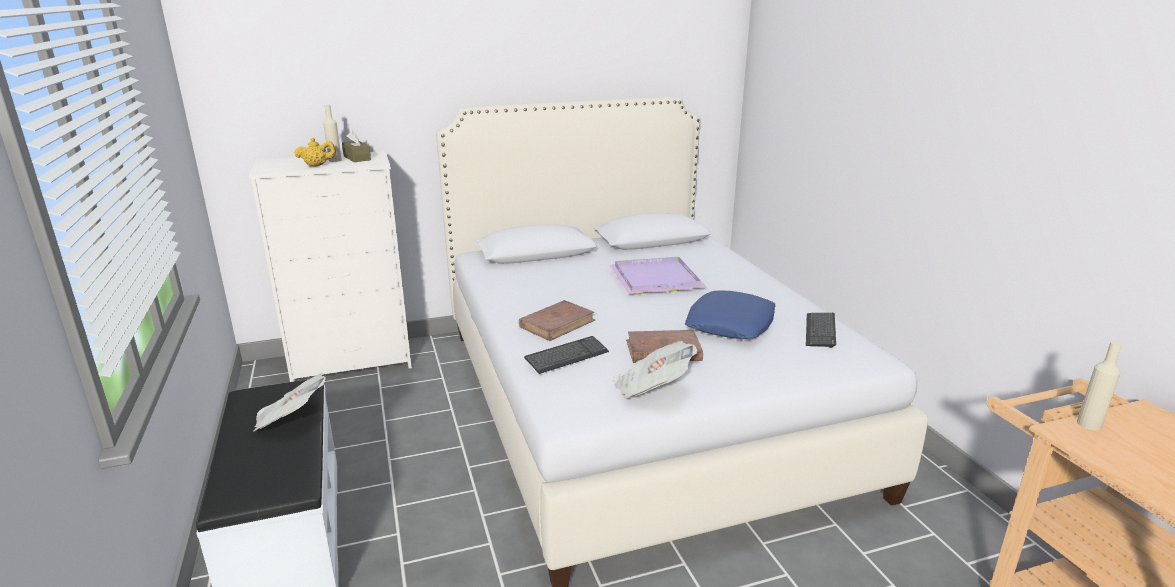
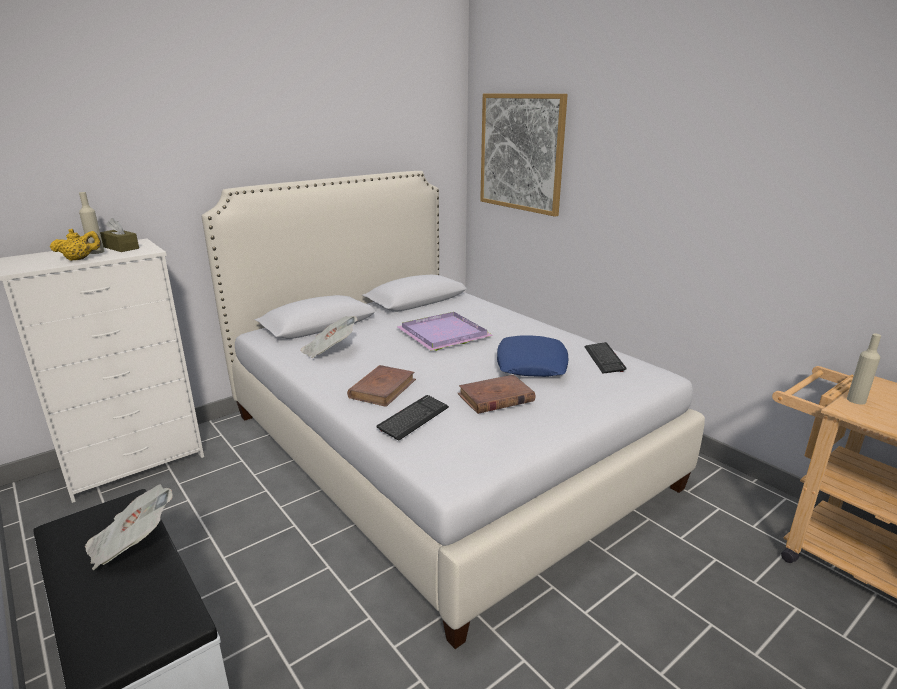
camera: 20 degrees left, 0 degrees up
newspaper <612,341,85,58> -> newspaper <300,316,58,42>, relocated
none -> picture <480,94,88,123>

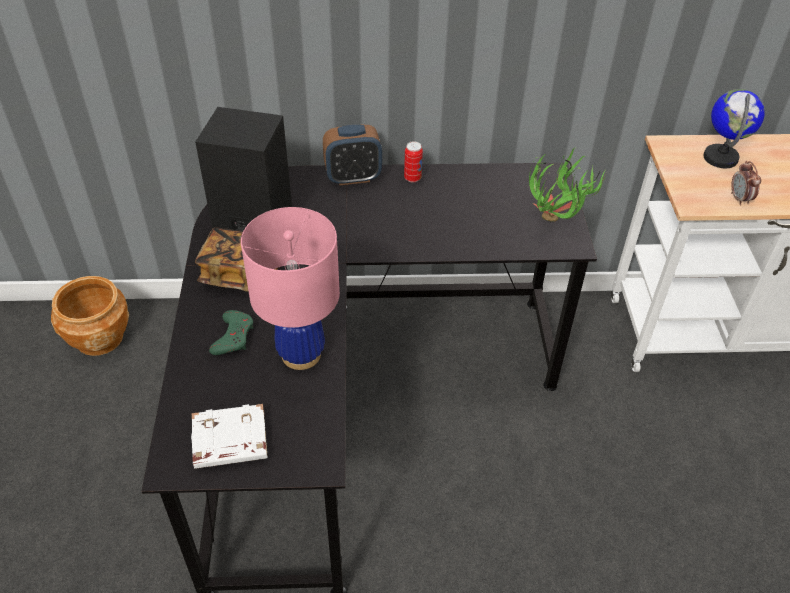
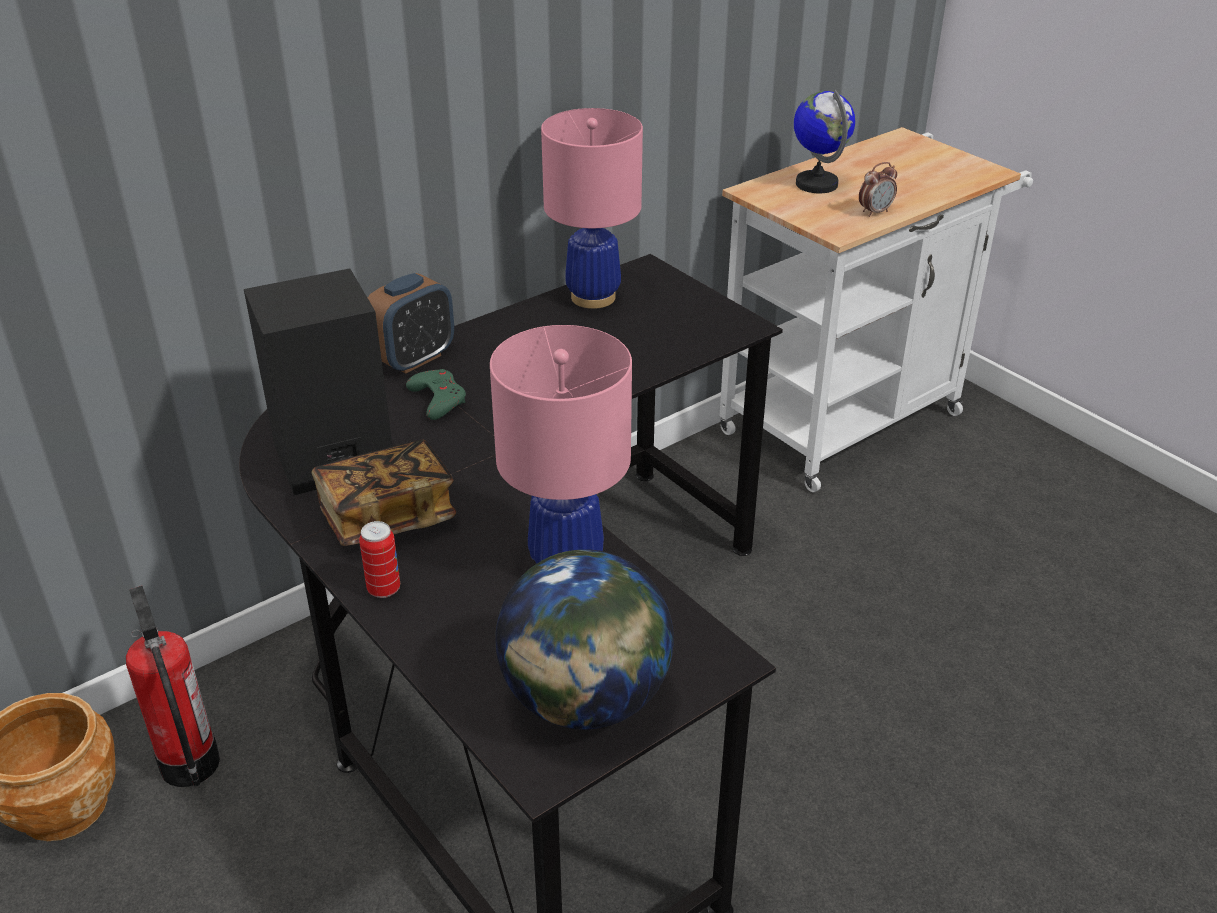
camera: 35 degrees left, 10 degrees down
none -> fire extinguisher <126,586,94,201>
can <404,141,19,41> -> can <359,521,41,77>, relocated
game controller in green <209,310,44,45> -> game controller in green <406,369,60,51>, relocated
book in white <191,404,77,65> -> globe <495,549,179,181>
none -> table lamp in pink <541,108,102,201>
alarm clock <731,161,30,45> -> alarm clock <859,162,38,55>, 75 degrees counterclockwise
potted plant <529,148,78,74> -> none

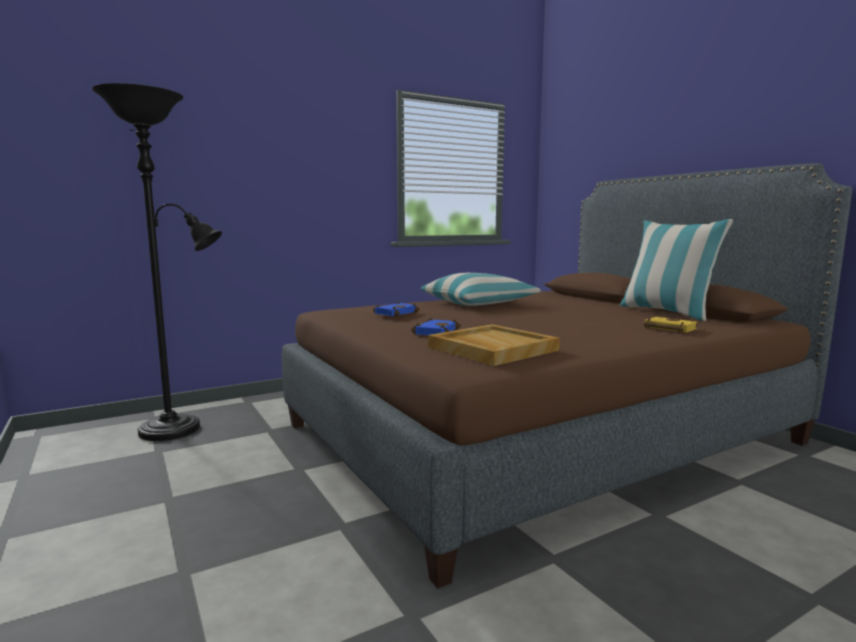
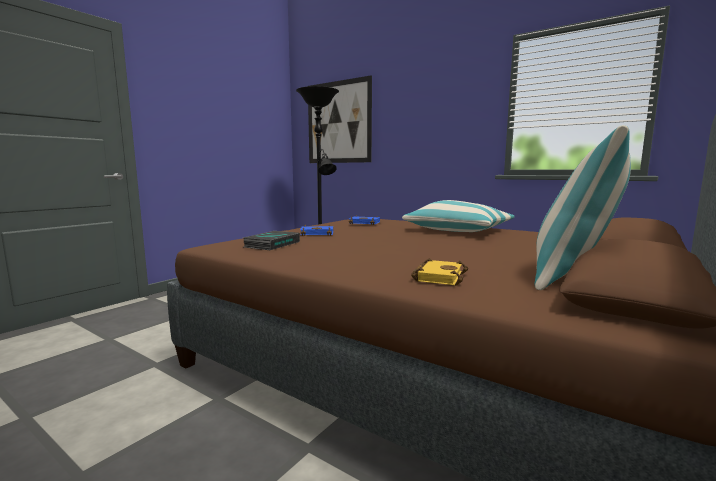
camera: 65 degrees right, 0 degrees up
tray in beige <428,324,132,42> -> book <243,231,57,19>
none -> picture <308,75,64,88>

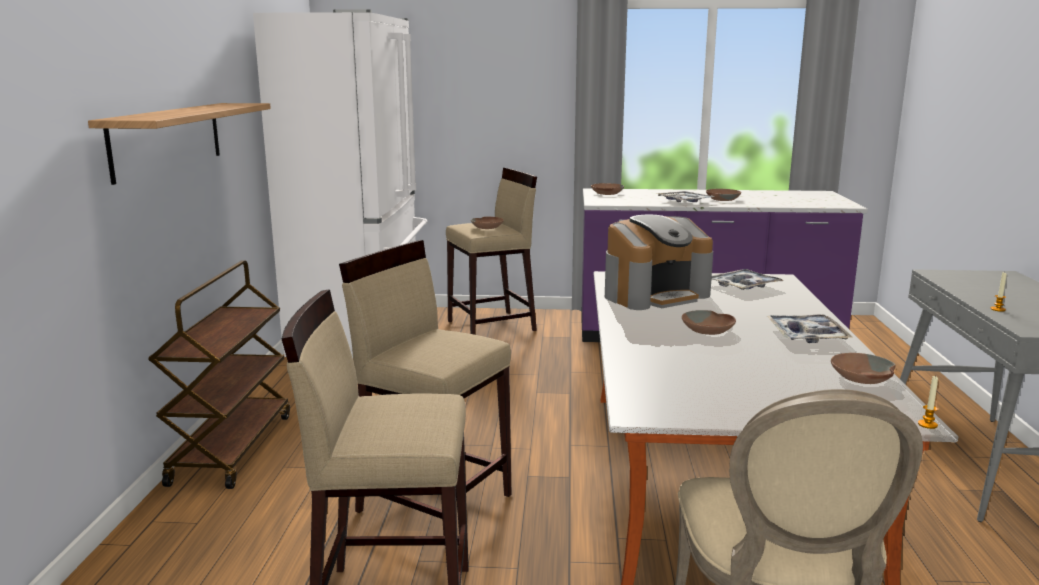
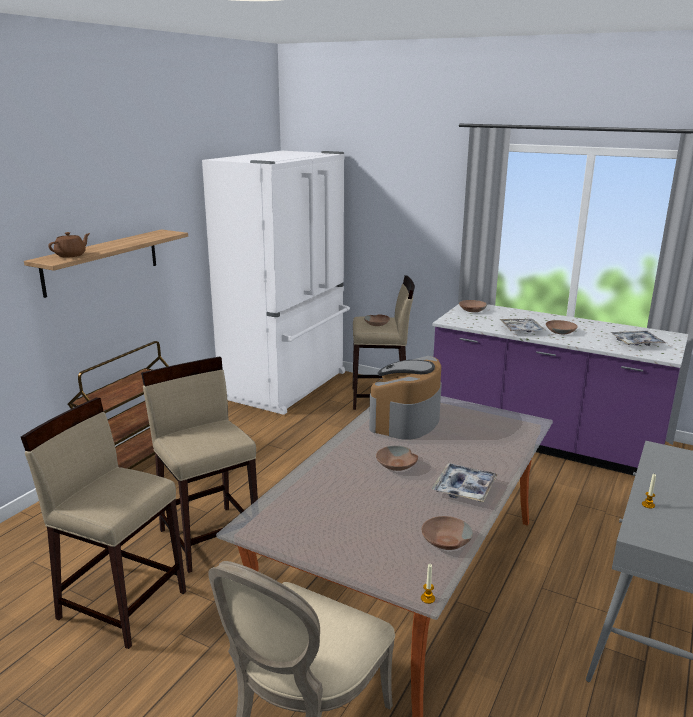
camera: 25 degrees right, 5 degrees up
none -> teapot in brown <48,232,42,25>
coffee machine <605,215,108,95> -> coffee machine <369,356,73,84>, 120 degrees clockwise
tray <712,269,71,21> -> tray <611,331,55,15>, relocated

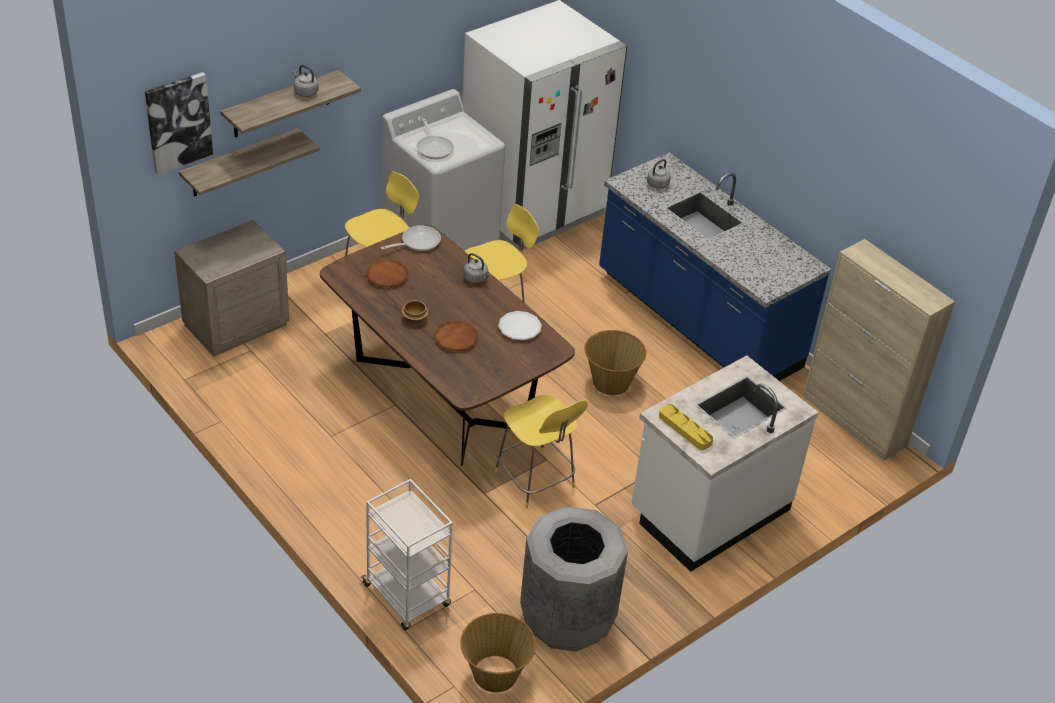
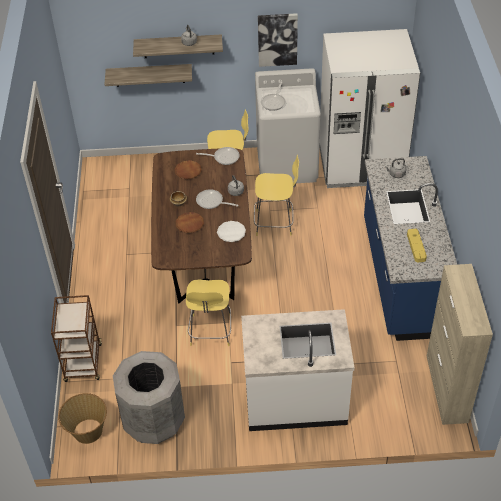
camera: 40 degrees right, 5 degrees up
cart in white <360,479,93,151> -> cart in brown <51,295,51,87>
none -> frying pan <196,189,42,20>
picture <145,72,68,103> -> picture <258,13,40,54>, relocated
tray in yellow <659,404,54,46> -> tray in yellow <407,229,20,33>, relocated
nightstand in beige <174,220,115,137> -> none
basket <584,330,62,66> -> none

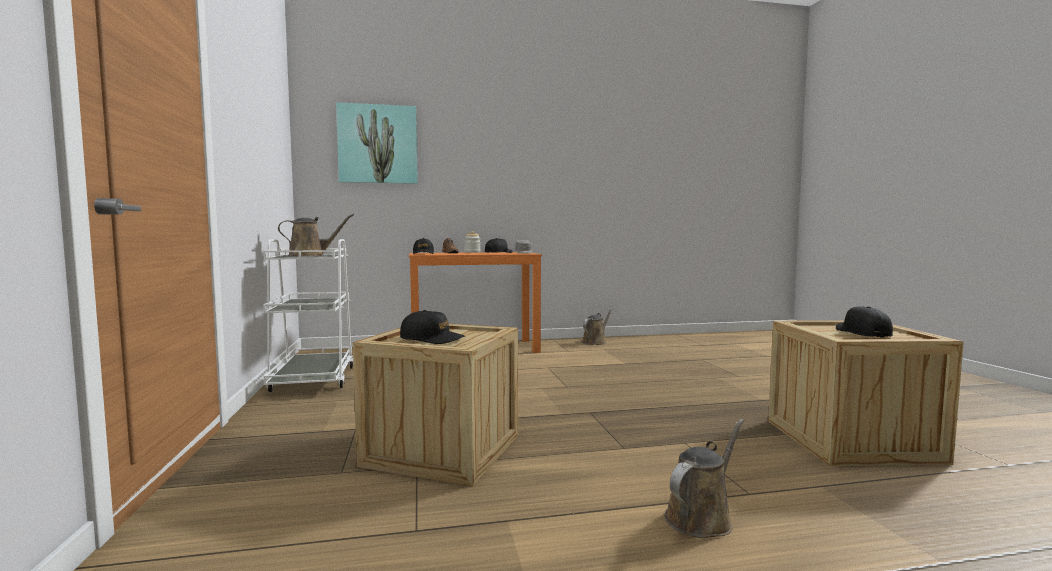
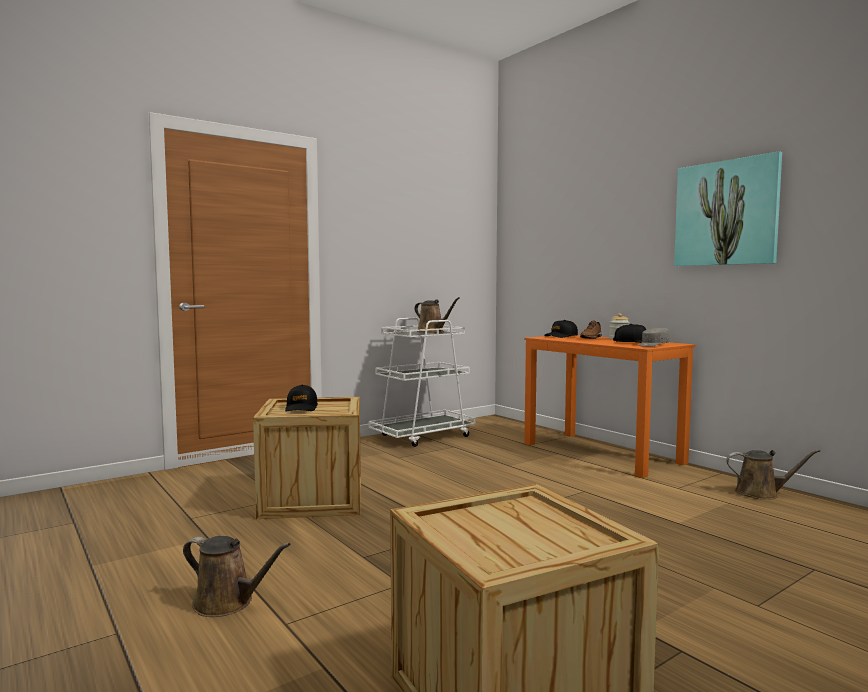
camera: 65 degrees right, 0 degrees up
picture <336,102,82,82> -> picture <674,151,108,115>, relocated
cap in black <836,307,57,30> -> none

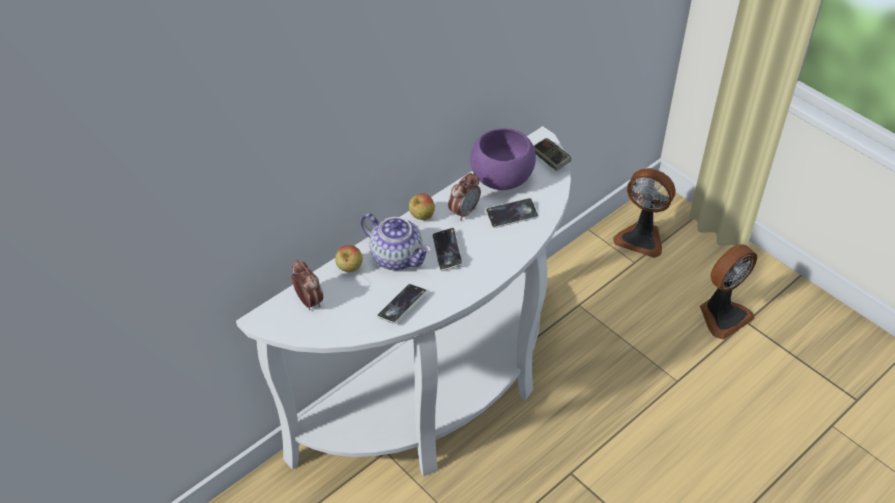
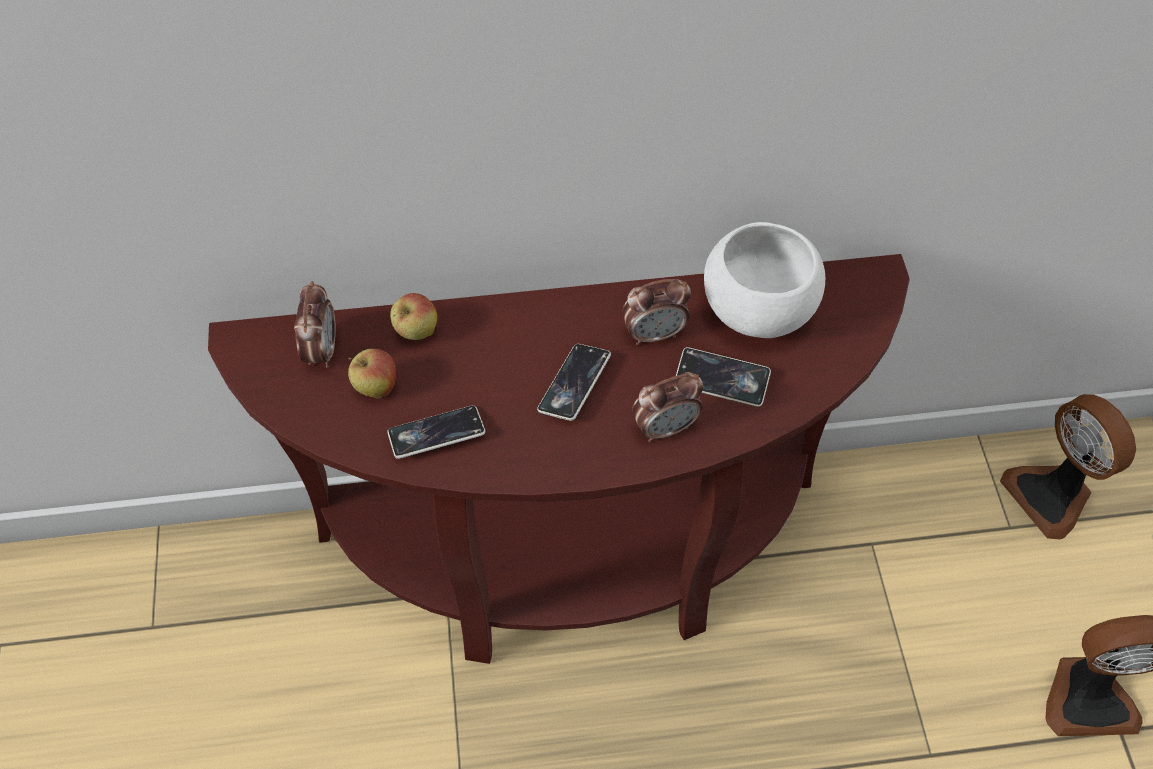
camera: 35 degrees right, 10 degrees up
console table in white <236,126,335,351> -> console table in brown <208,254,702,410>
apple <409,193,26,27> -> apple <348,349,48,49>, relocated
none -> alarm clock <632,372,71,70>
bowl in purple <470,128,66,62> -> bowl in white <704,222,121,116>
teapot <360,213,71,57> -> none
game controller <534,138,37,33> -> none

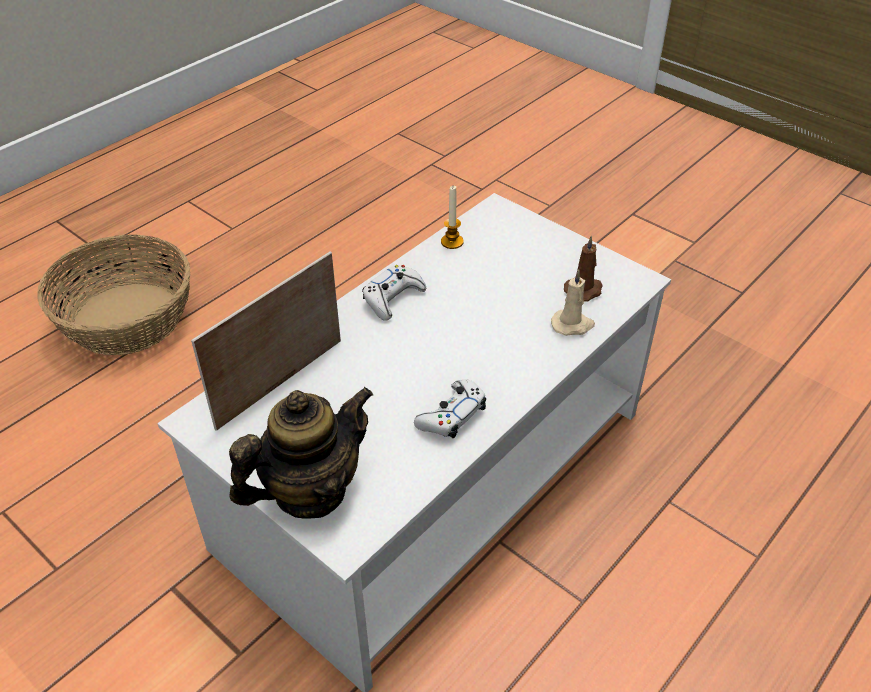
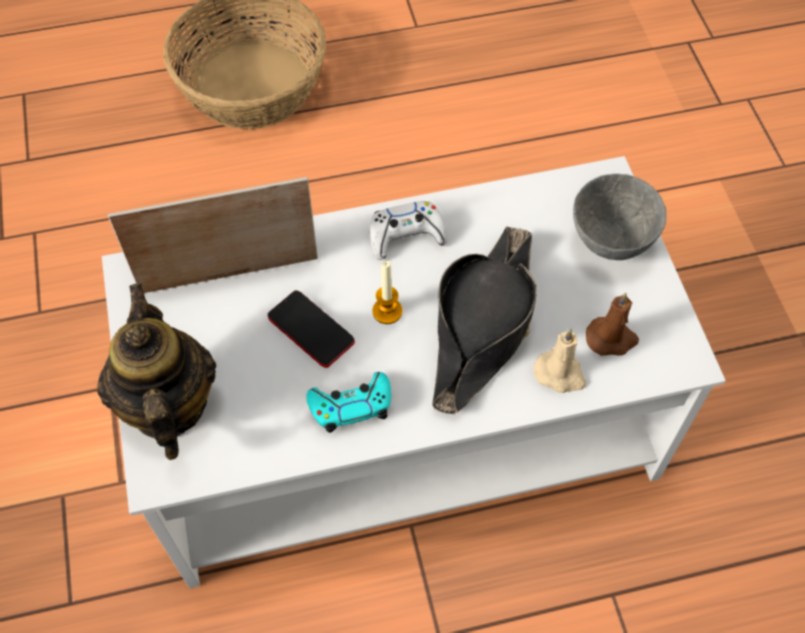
camera: 35 degrees right, 15 degrees up
teapot <229,387,144,132> -> teapot <97,283,120,177>, 105 degrees counterclockwise
none -> phone <267,290,88,78>
game controller in white <414,379,72,60> -> game controller in turquoise <306,372,85,61>
candle <441,186,23,63> -> candle <373,261,29,63>, relocated
none -> hat in black <432,227,105,187>
none -> bowl in grey <573,174,93,86>

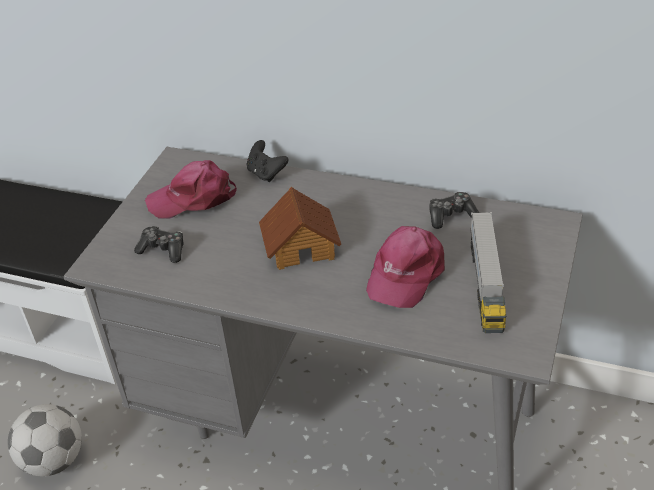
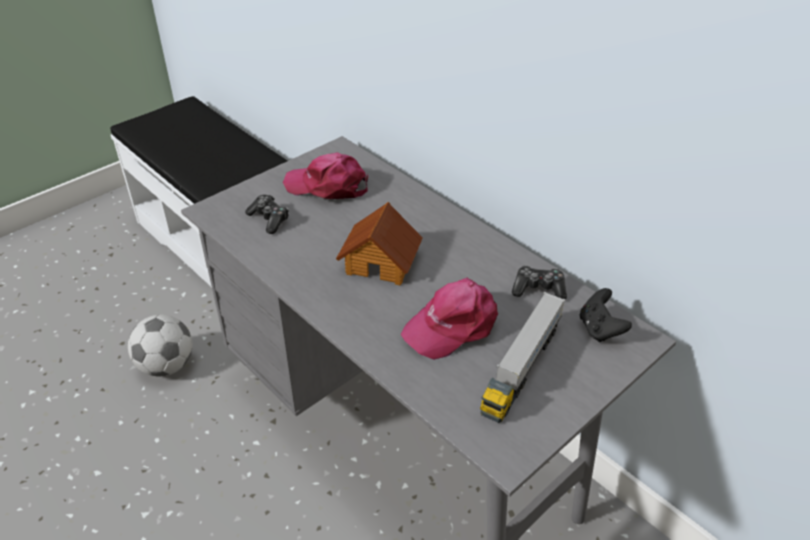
camera: 25 degrees right, 0 degrees up
game controller in black <247,140,41,42> -> game controller in black <580,288,52,54>, relocated

